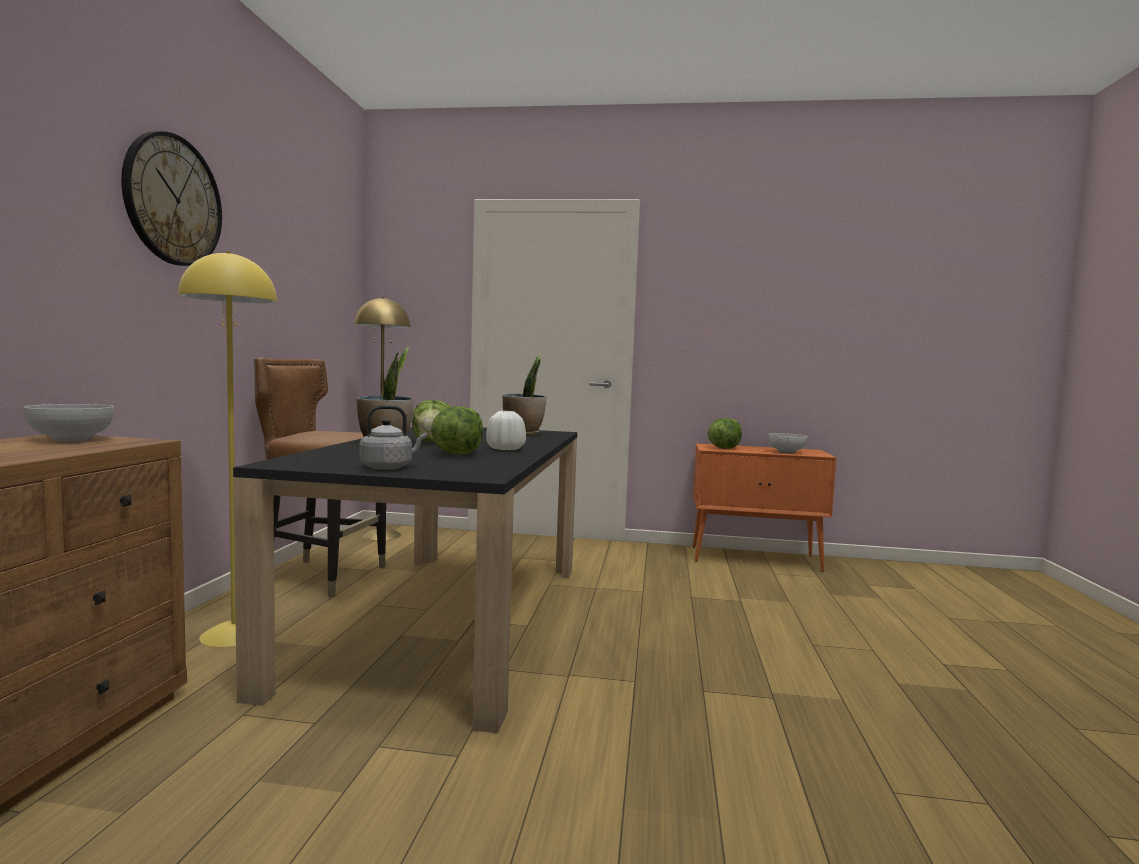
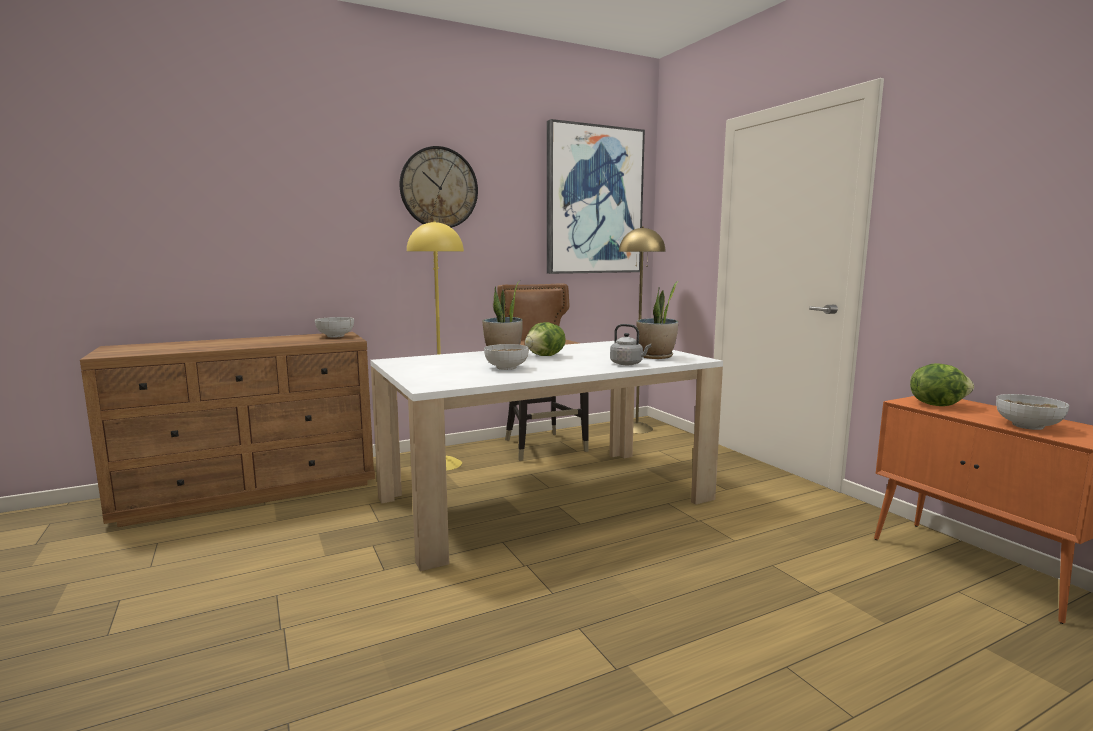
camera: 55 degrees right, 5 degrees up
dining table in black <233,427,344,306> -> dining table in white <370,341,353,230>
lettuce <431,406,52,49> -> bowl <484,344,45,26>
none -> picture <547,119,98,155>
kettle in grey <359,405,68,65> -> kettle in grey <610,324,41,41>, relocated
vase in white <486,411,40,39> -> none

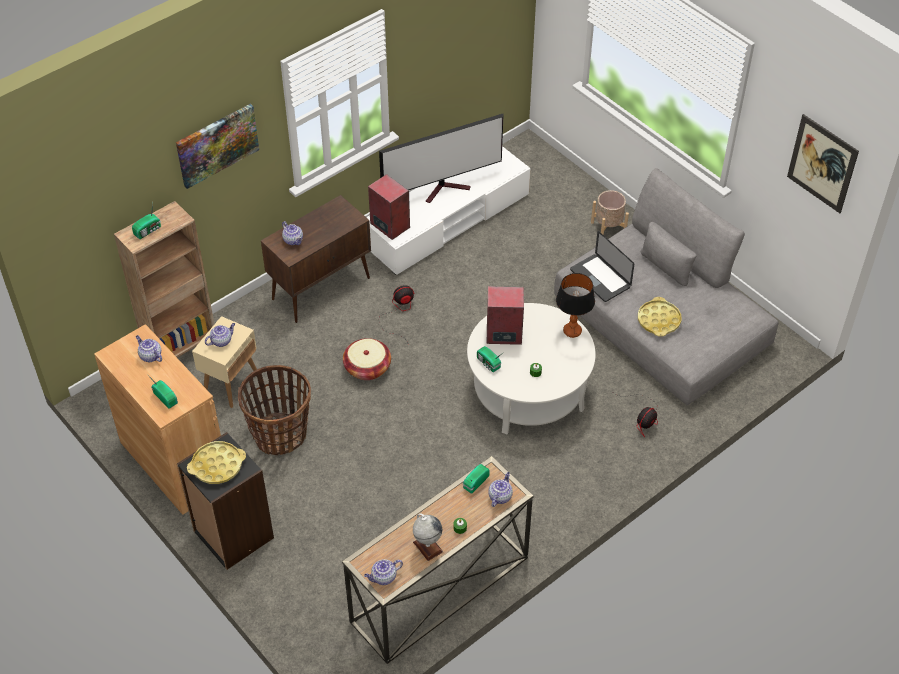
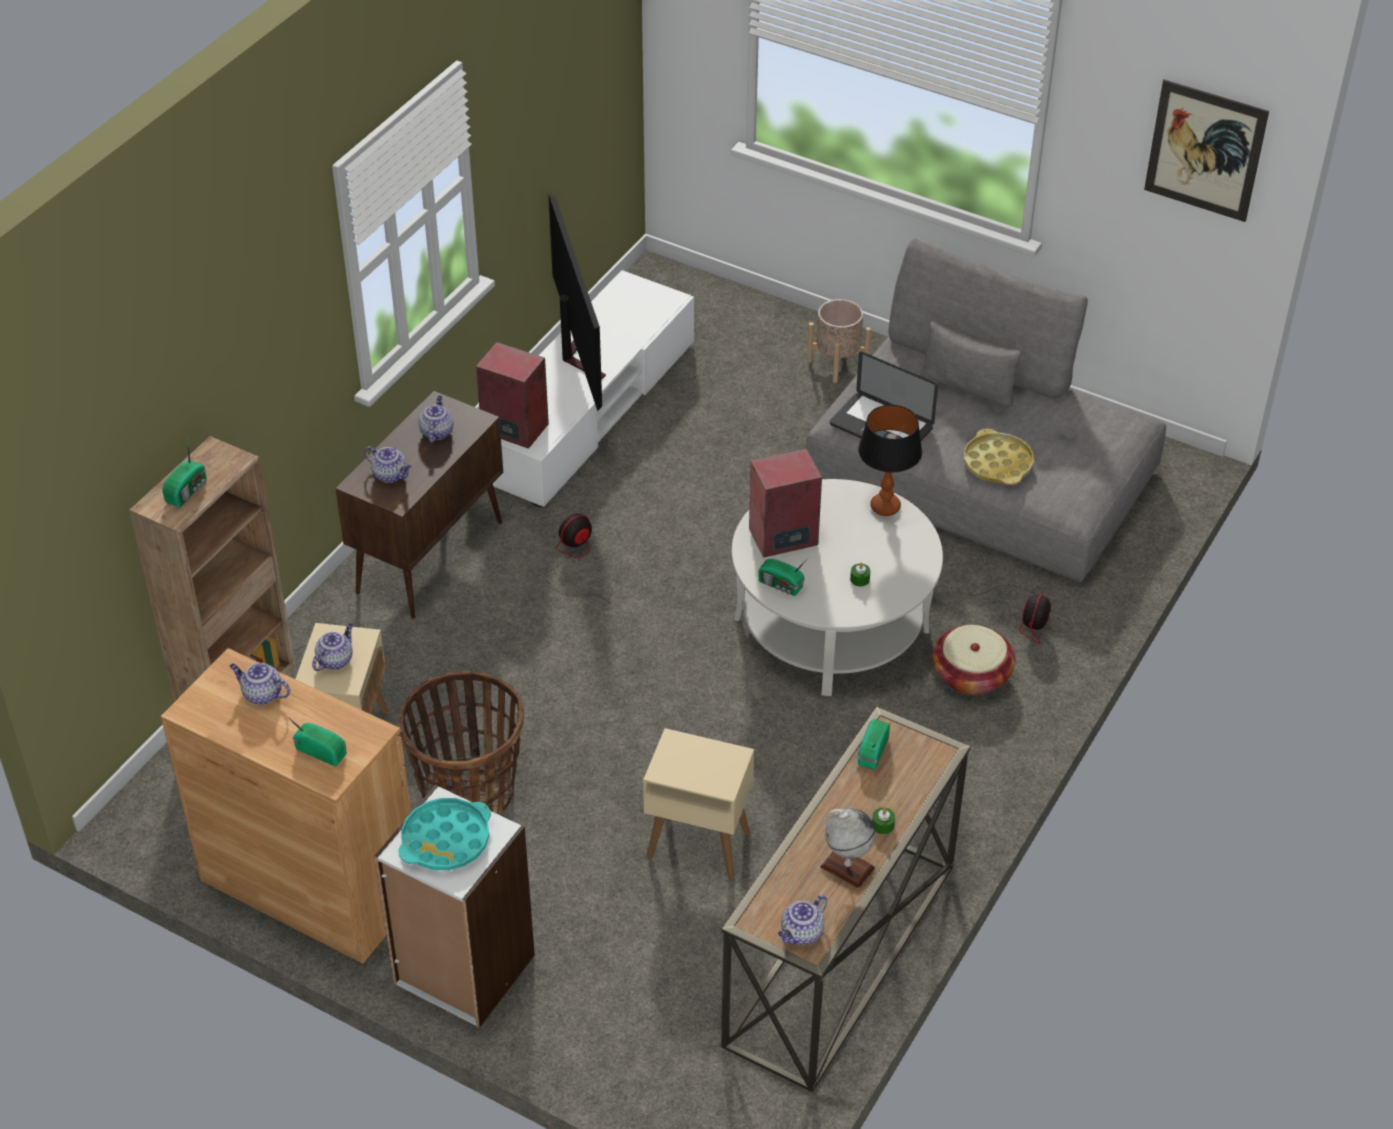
camera: 20 degrees left, 5 degrees down
bookcase in black <177,432,97,138> -> bookcase in white <374,785,161,243>
tray in yellow <187,441,59,43> -> tray in turquoise <398,798,93,72>
teapot <488,472,25,35> -> teapot <418,396,36,47>, relocated
television <379,113,125,90> -> television <548,194,58,217>, 60 degrees counterclockwise
none -> side table in beige <643,728,111,151>
basket <343,338,48,42> -> basket <932,625,83,70>, relocated
picture <176,104,83,85> -> none

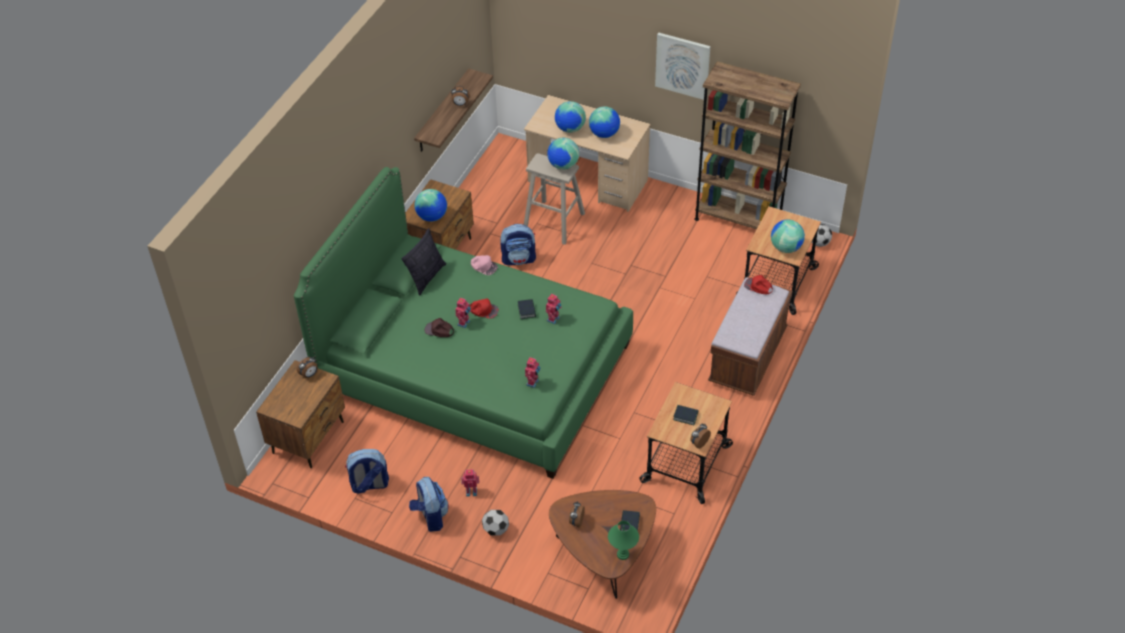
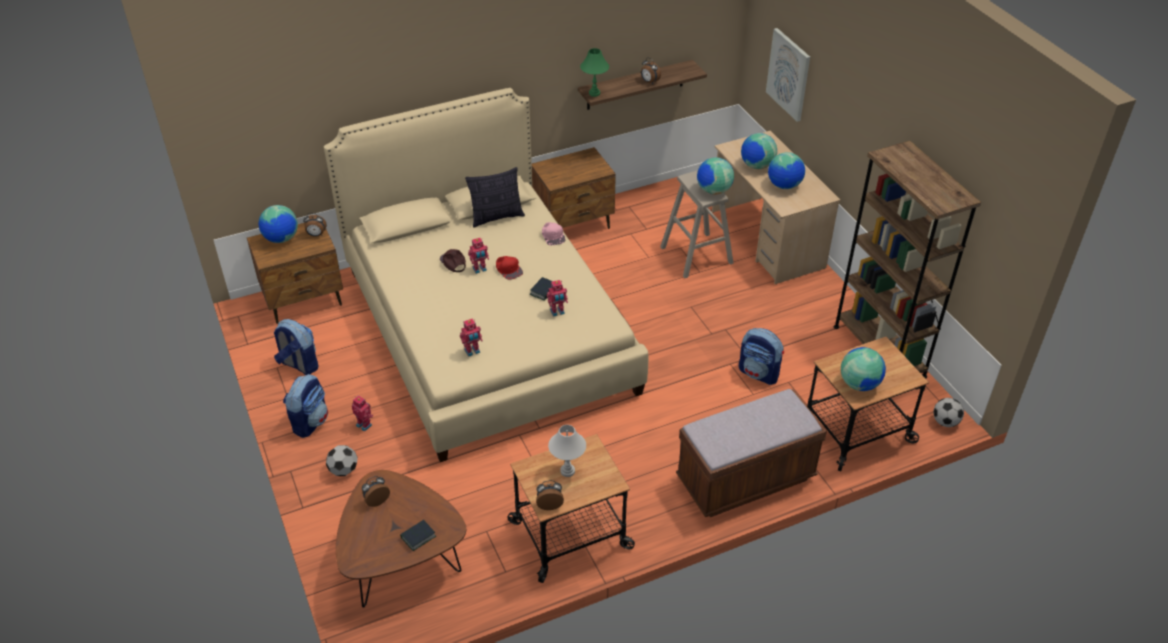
camera: 40 degrees right, 5 degrees down
globe <415,189,32,33> -> globe <258,205,40,38>, relocated
bed in green <294,167,339,312> -> bed in beige <324,88,324,374>
book <673,405,25,20> -> table lamp in white <548,425,38,52>
table lamp in green <608,521,31,39> -> table lamp in green <580,48,29,49>, relocated
backpack <500,224,36,41> -> backpack <739,328,45,57>, relocated
picture <655,33,55,67> -> picture <766,28,44,94>, relocated
cap in red <744,275,29,19> -> none

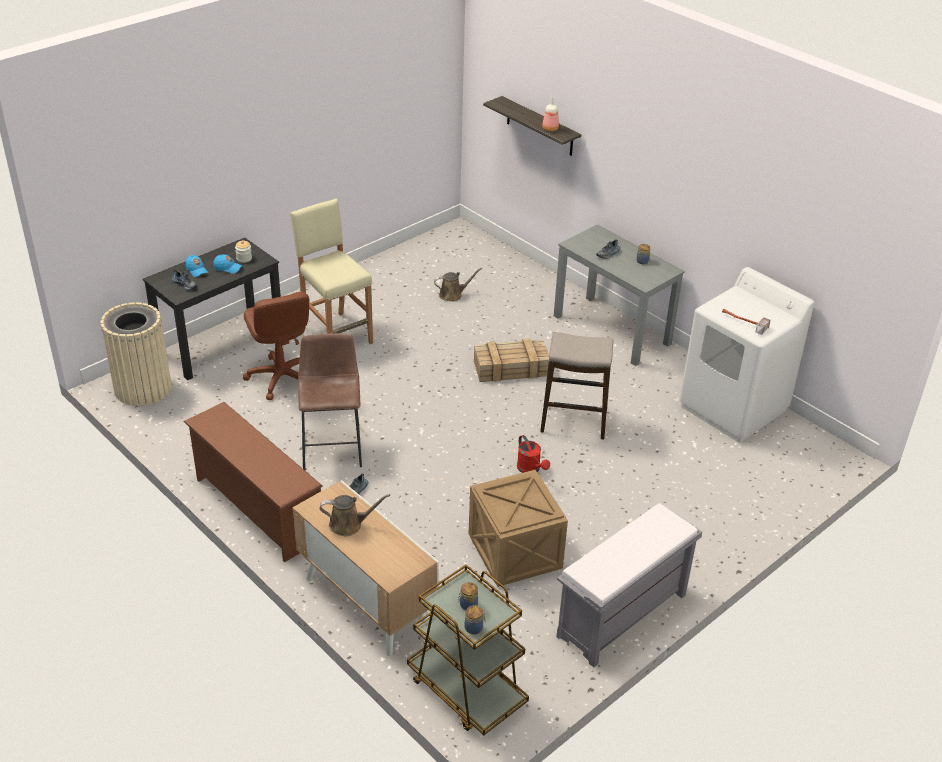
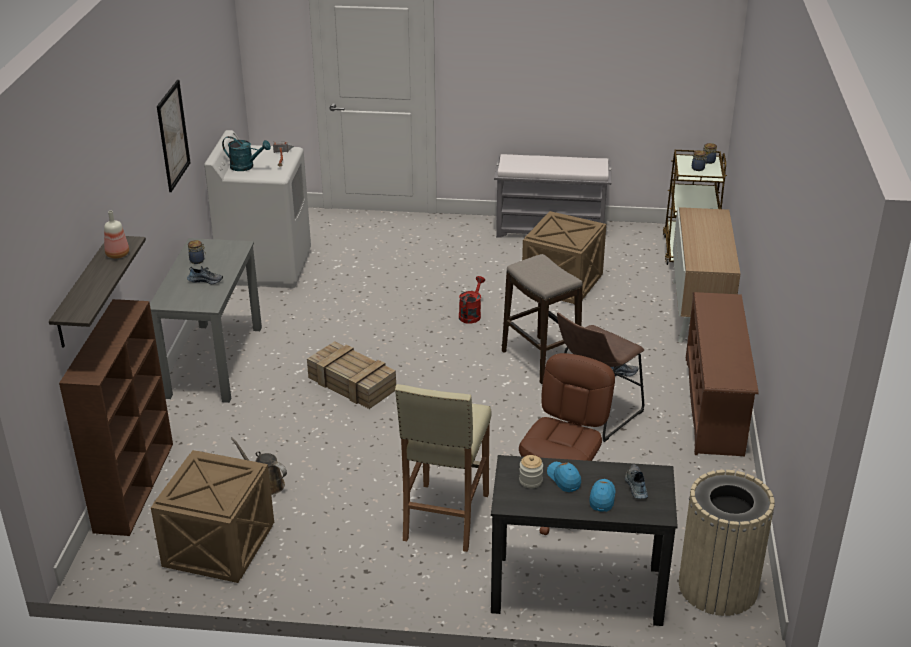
camera: 130 degrees left, 5 degrees down
none -> bookcase in brown <59,299,114,237>
none -> crate <151,450,123,133>
none -> picture <157,80,34,112>
none -> watering can in turquoise <222,136,49,35>
stool <540,332,73,108> -> stool <502,254,80,130>, relocated
watering can in brown <320,494,70,42> -> none

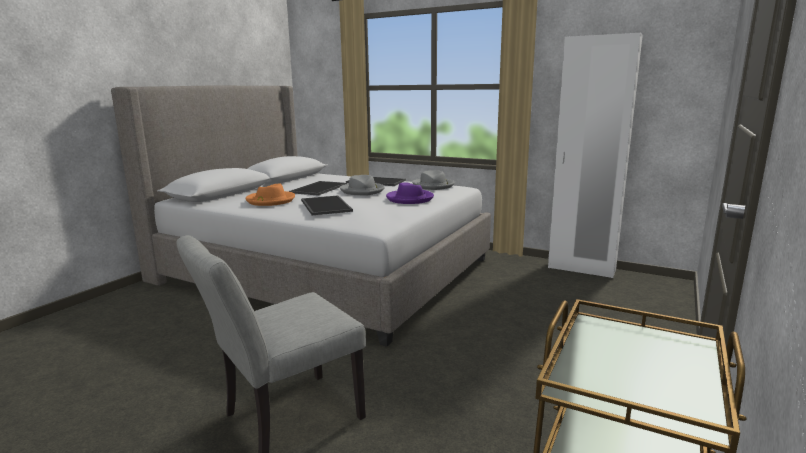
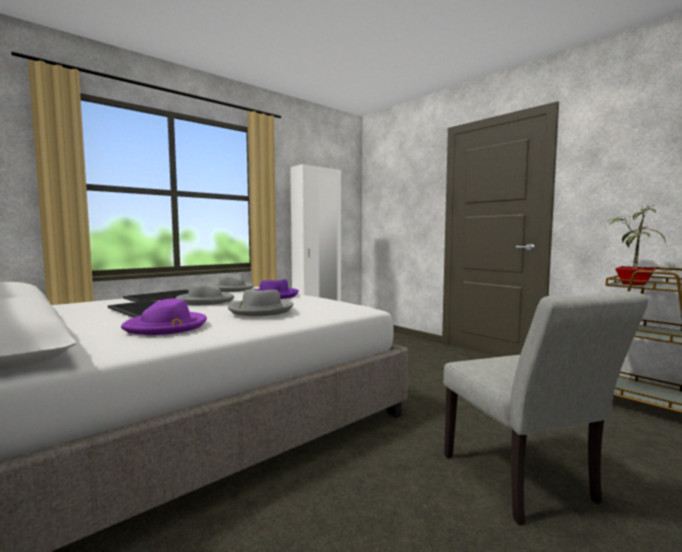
camera: 70 degrees left, 10 degrees down
hat in orange <245,183,50,23> -> hat in purple <121,299,86,36>
tray <301,195,52,20> -> hat in grey <228,289,66,27>
none -> potted plant <605,205,61,80>

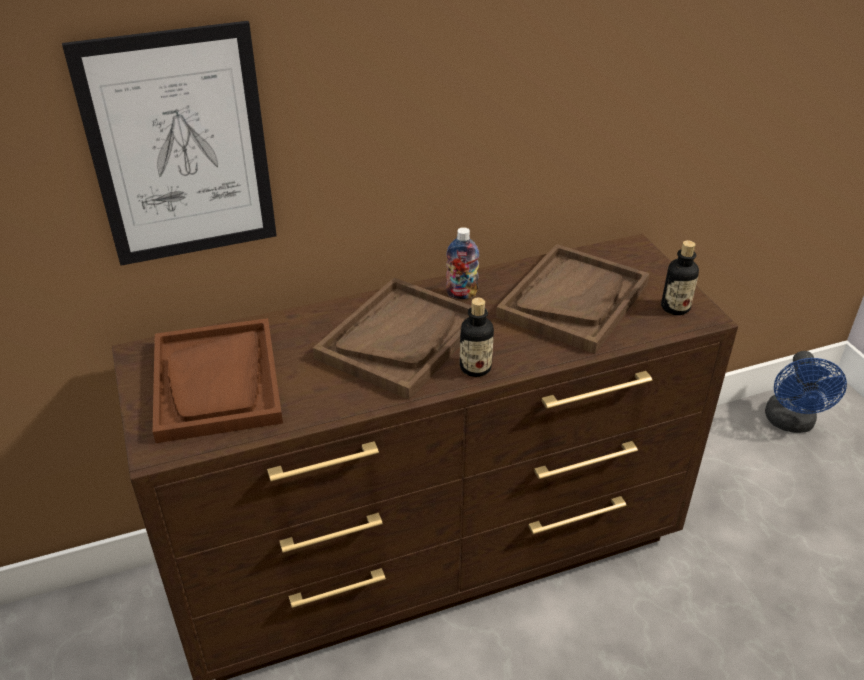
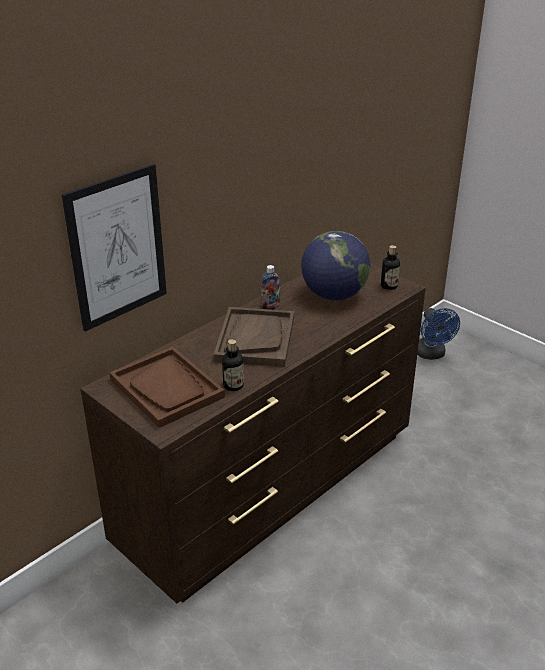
camera: 25 degrees left, 5 degrees down
bottle <460,298,34,79> -> bottle <222,339,22,52>, relocated
tray in brown <496,244,154,110> -> globe <301,231,69,69>

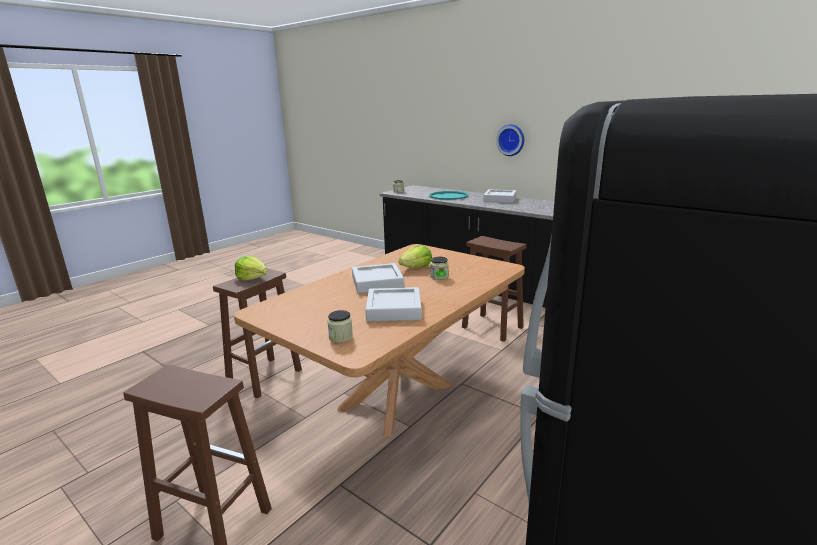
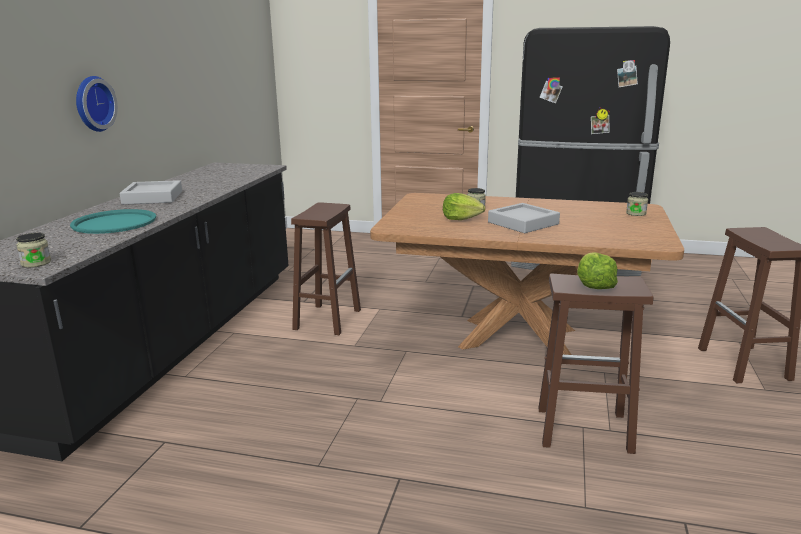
camera: 115 degrees left, 0 degrees up
tray in grey <365,287,57,35> -> none

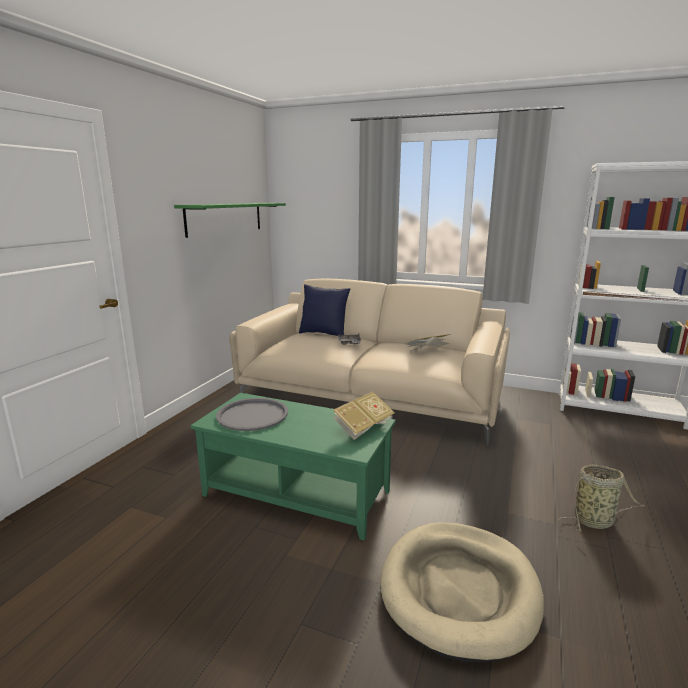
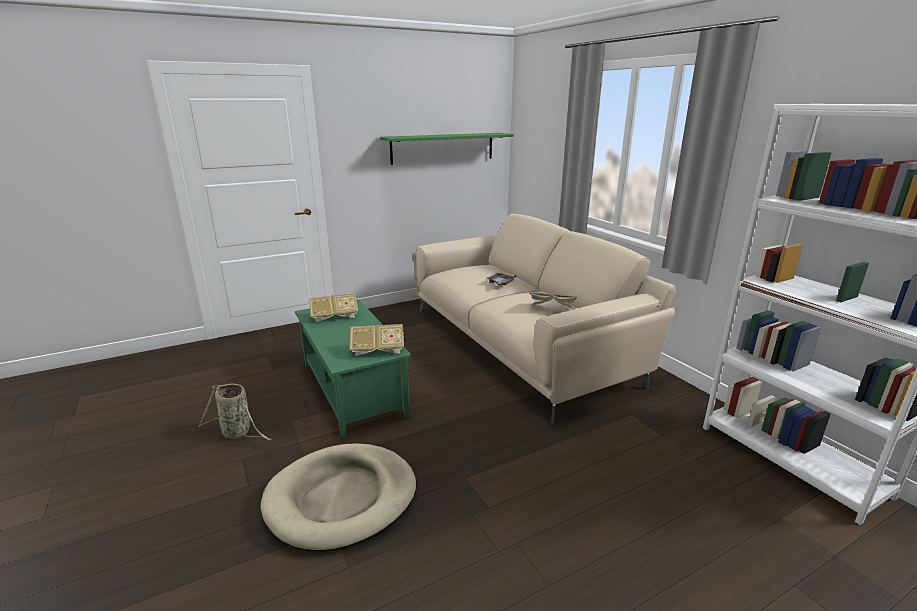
camera: 40 degrees right, 5 degrees up
basket <558,464,86,67> -> basket <199,383,73,57>, relocated
tray in grey <216,398,72,33> -> book <309,293,50,29>
pillow in blue <299,284,51,52> -> none

